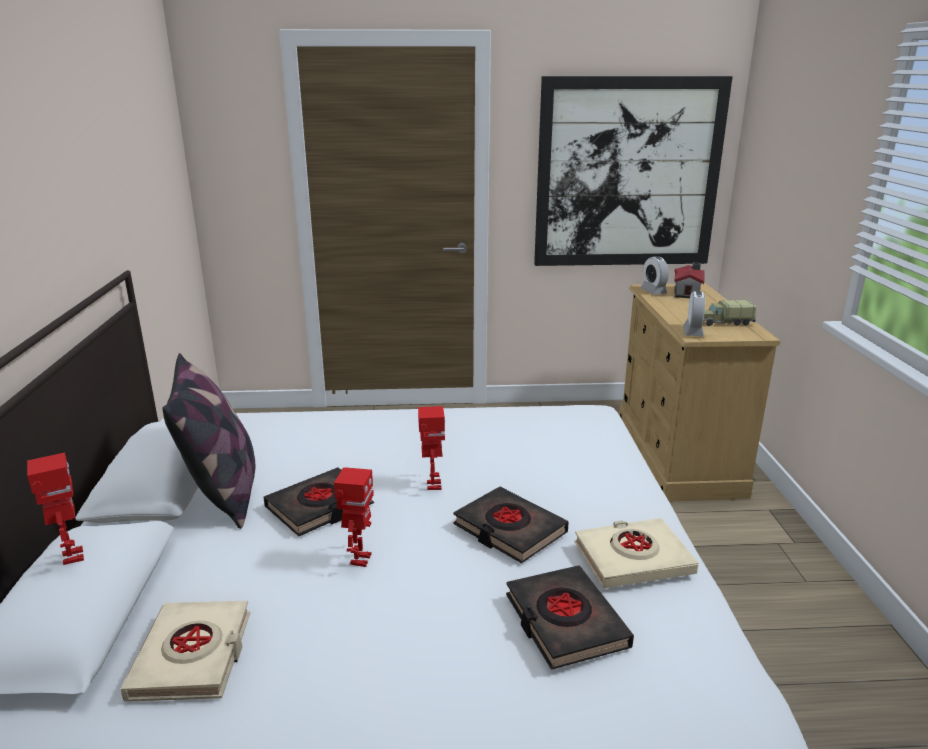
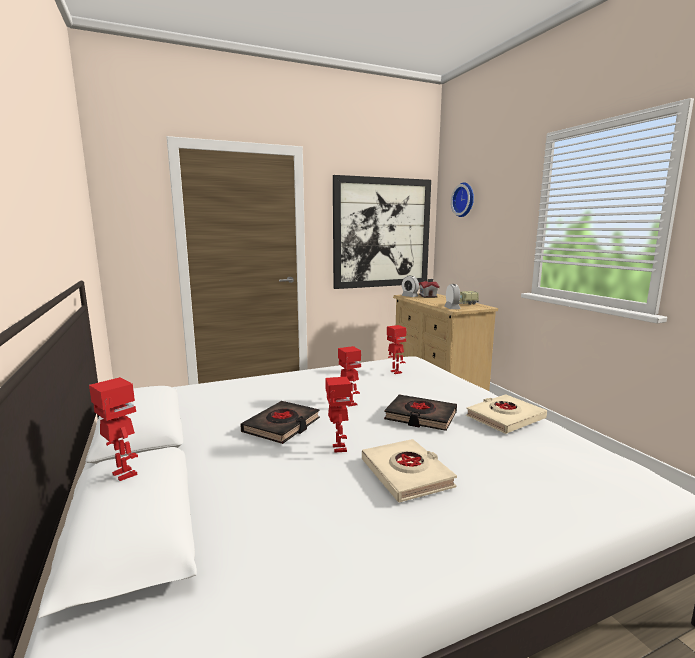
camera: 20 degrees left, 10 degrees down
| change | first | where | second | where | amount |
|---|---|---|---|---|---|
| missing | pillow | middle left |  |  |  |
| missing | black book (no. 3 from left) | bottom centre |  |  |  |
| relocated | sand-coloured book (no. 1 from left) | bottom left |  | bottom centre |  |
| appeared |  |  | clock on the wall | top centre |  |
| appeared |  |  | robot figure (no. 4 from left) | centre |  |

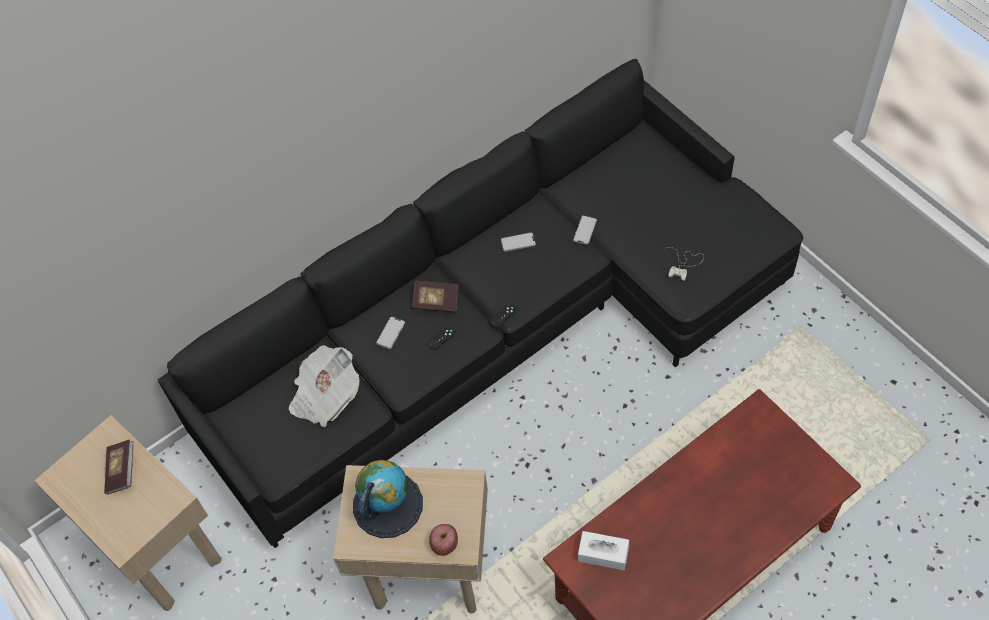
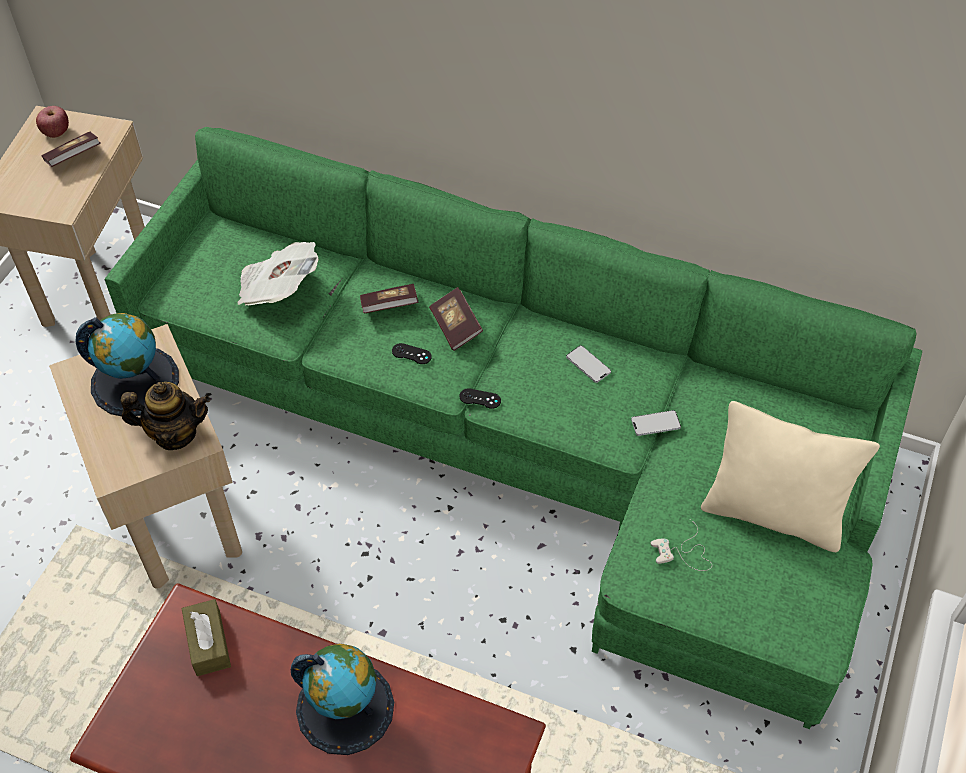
camera: 55 degrees right, 5 degrees down
| change | first | where | second | where | amount |
|---|---|---|---|---|---|
| colour | black couch | centre | greenish couch | centre |  |
| exchanged | telephone (no. 1 from left) | centre | book (no. 2 from left) | centre |  |
| relocated | apple | bottom centre |  | top left |  |
| colour | whitish tissue box | bottom centre | brownish tissue box | bottom left |  |
| appeared |  |  | pot for tea | middle left |  |
| appeared |  |  | sand-coloured pillow | middle right |  |
| appeared |  |  | desk globe (no. 2 from left) | bottom centre |  |

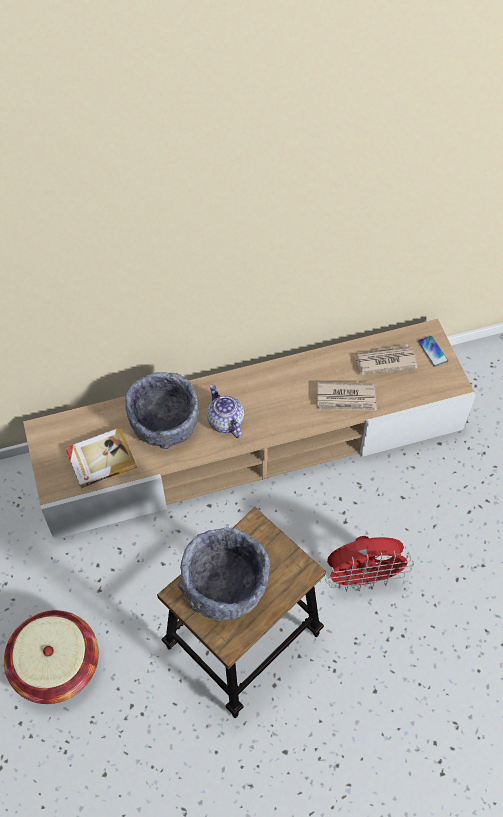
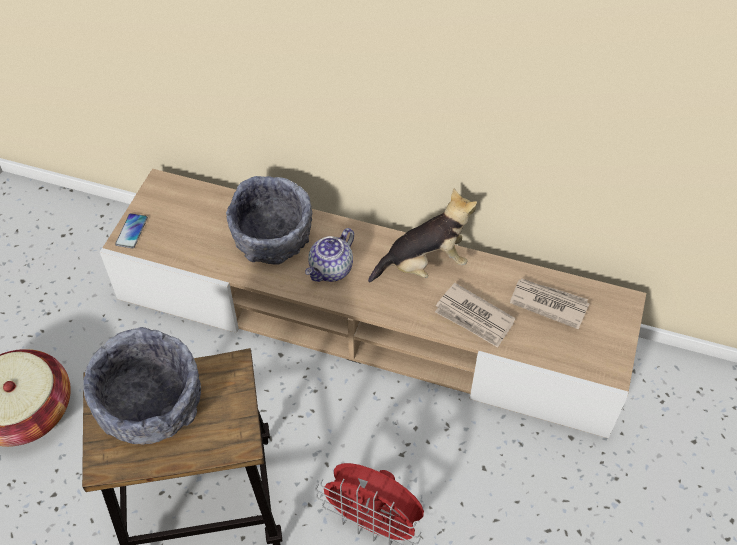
camera: 35 degrees right, 5 degrees down
| change | first | where | second | where | amount |
|---|---|---|---|---|---|
| relocated | telephone | middle right |  | middle left |  |
| spun | pot for tea | centre |  | centre | 150 degrees counterclockwise |
| missing | book | middle left |  |  |  |
| appeared |  |  | cuddly toy | centre |  |

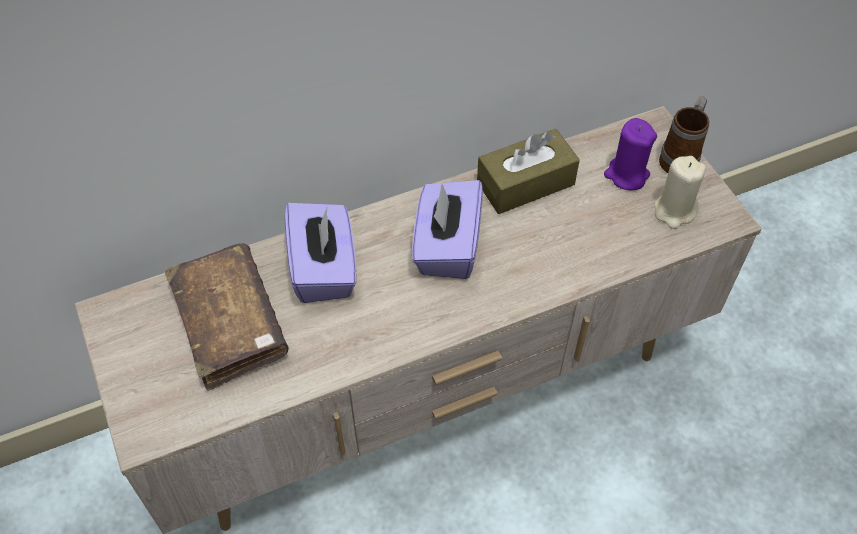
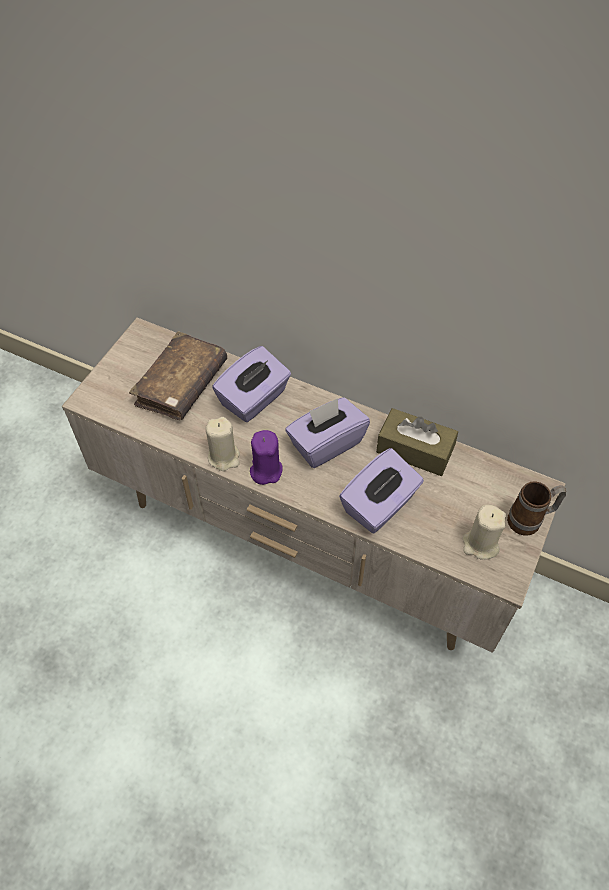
camera: 50 degrees right, 0 degrees up
| change | first | where | second | where | amount |
|---|---|---|---|---|---|
| relocated | purple wax light | top right |  | centre |  |
| appeared |  |  | sand-coloured wax light (no. 1 from left) | centre |  |
| appeared |  |  | purple tissue box (no. 3 from left) | centre |  |

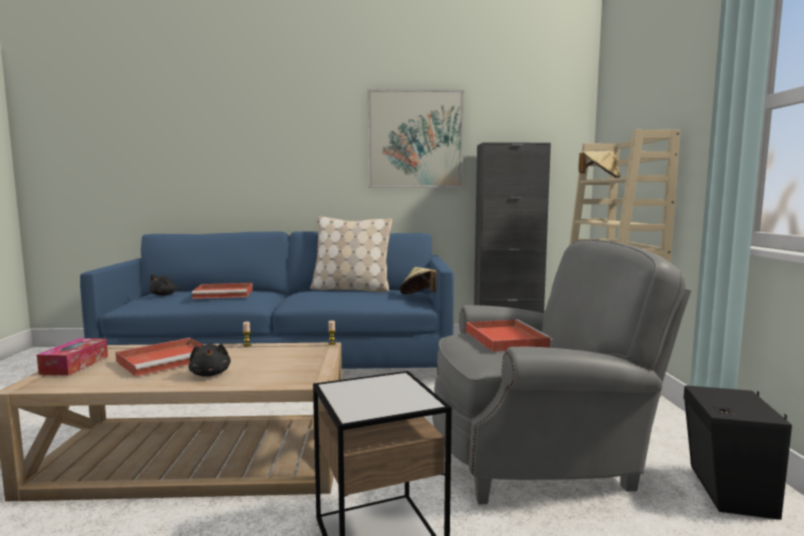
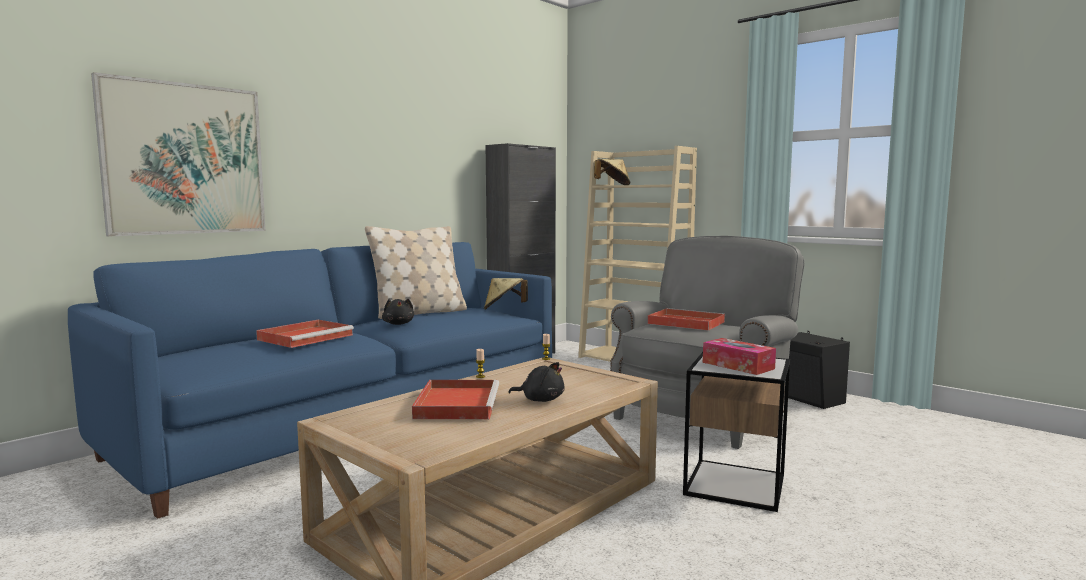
camera: 45 degrees left, 0 degrees up
| change | first | where | second | where | amount |
|---|---|---|---|---|---|
| relocated | picture | top centre |  | top left |  |
| relocated | black cuddly toy (no. 1 from left) | middle left |  | centre |  |
| relocated | tissue box | middle left |  | middle right |  |

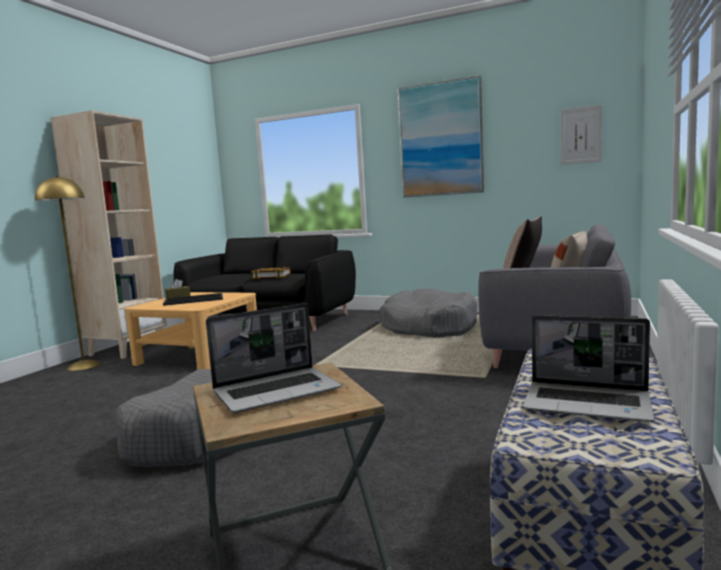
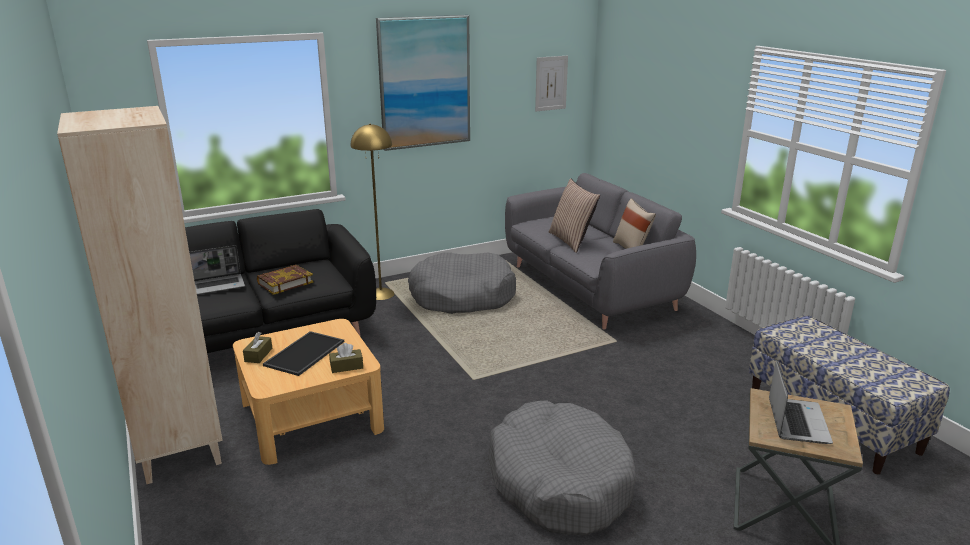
camera: 50 degrees left, 15 degrees up
| change | first | where | second | where | amount |
|---|---|---|---|---|---|
| relocated | yellowish standing lamp | middle left |  | centre |  |
| relocated | laptop (no. 2 from left in the first image) | middle right | laptop (no. 1 from left) | middle left |  |
| appeared |  |  | brownish tissue box (no. 2 from left) | centre |  |

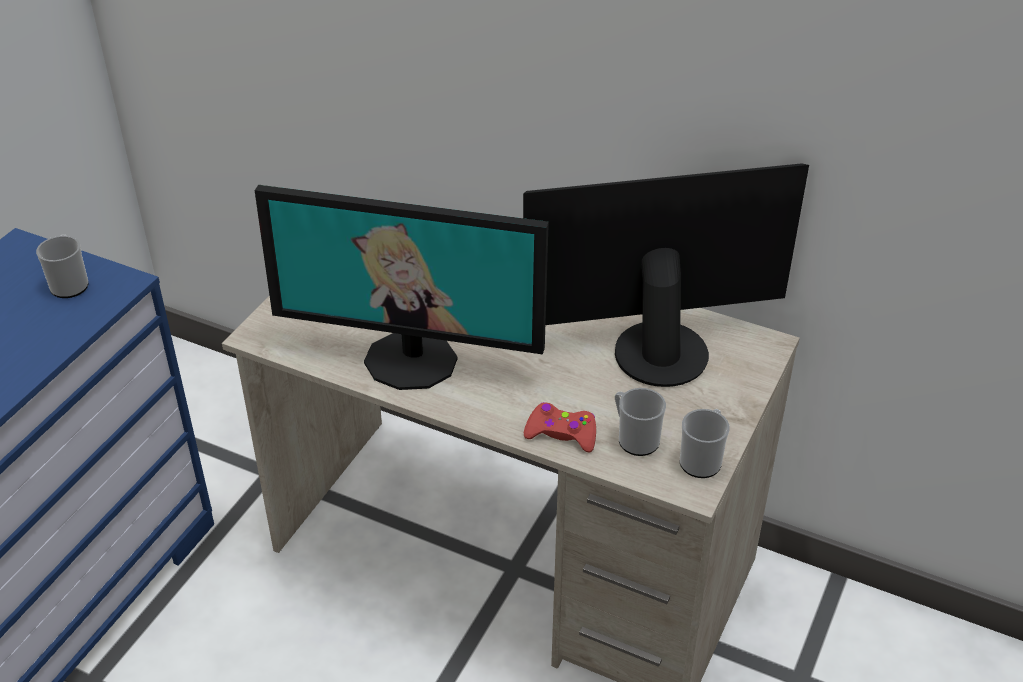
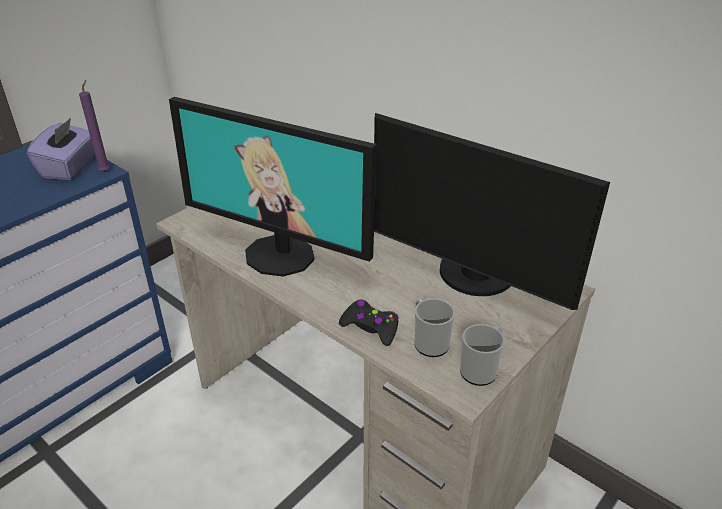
camera: 15 degrees right, 5 degrees down
| change | first | where | second | where | amount |
|---|---|---|---|---|---|
| spun | computer screen (no. 2 from left) | centre |  | middle right | 150 degrees counterclockwise |
| exchanged | coffee mug (no. 1 from left) | middle left | purple tissue box | top left |  |
| colour | reddish gamepad | centre | black gamepad | centre |  |
| appeared |  |  | purple wax light | top left |  |

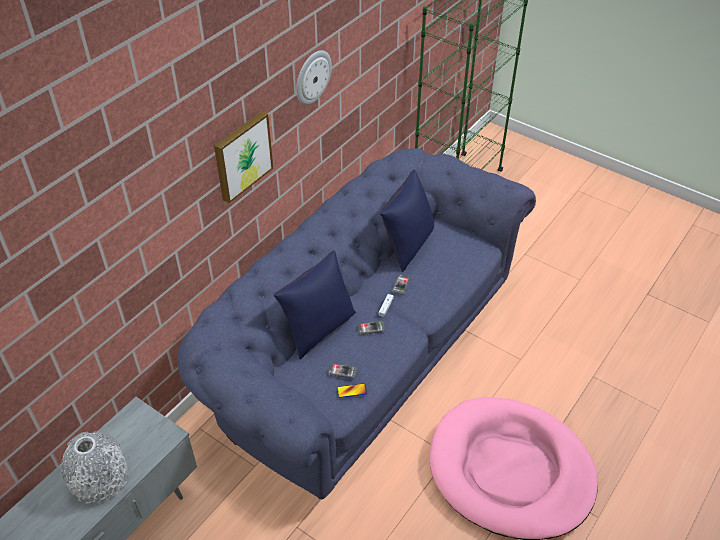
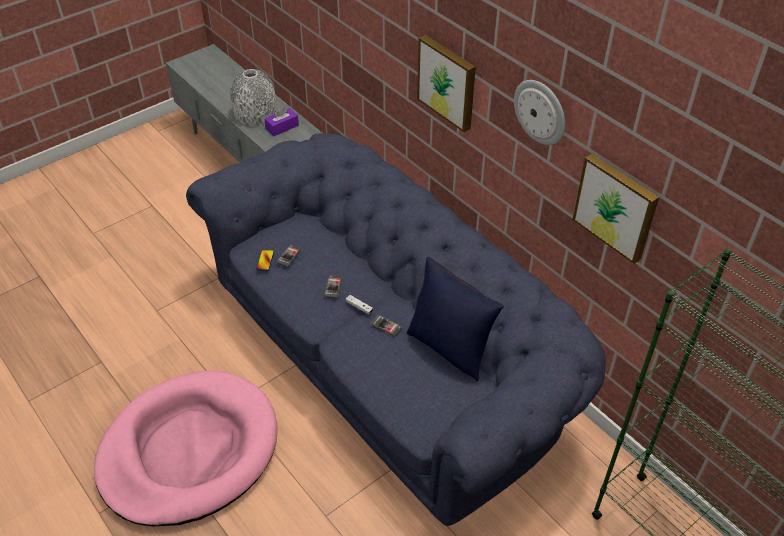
camera: 105 degrees right, 0 degrees up
| change | first | where | second | where | amount |
|---|---|---|---|---|---|
| missing | blue pillow (no. 1 from left) | centre |  |  |  |
| appeared |  |  | purple tissue box | top centre |  |
| appeared |  |  | picture (no. 2 from left) | middle right |  |

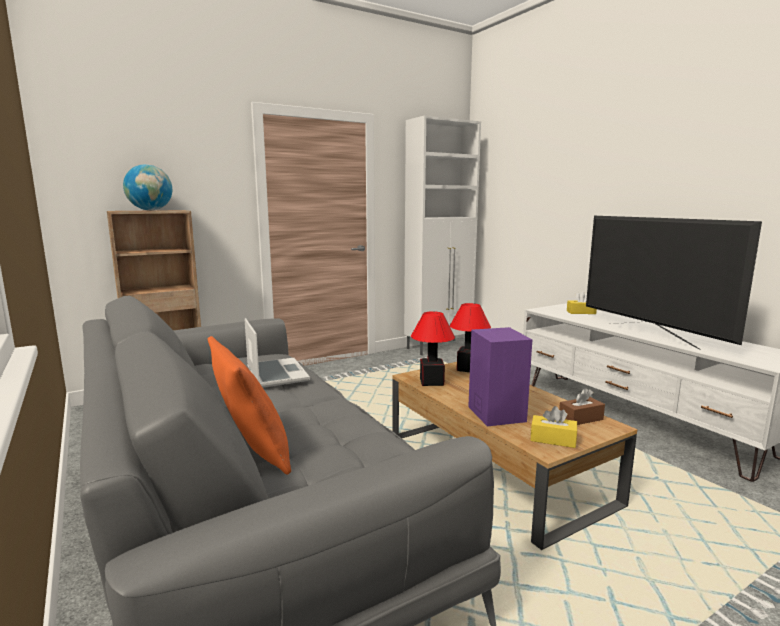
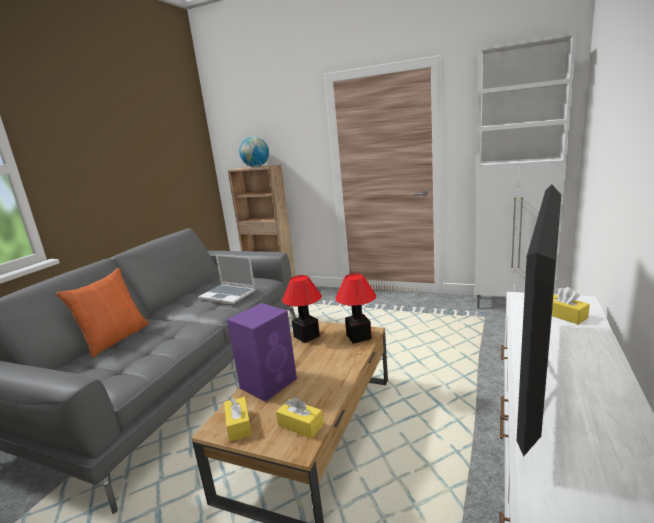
camera: 55 degrees right, 5 degrees up
| change | first | where | second | where | amount |
|---|---|---|---|---|---|
| spun | laptop | centre |  | centre | 90 degrees clockwise |
| colour | brownish tissue box | middle right | yellowish tissue box (no. 2 from left) | bottom centre |  |

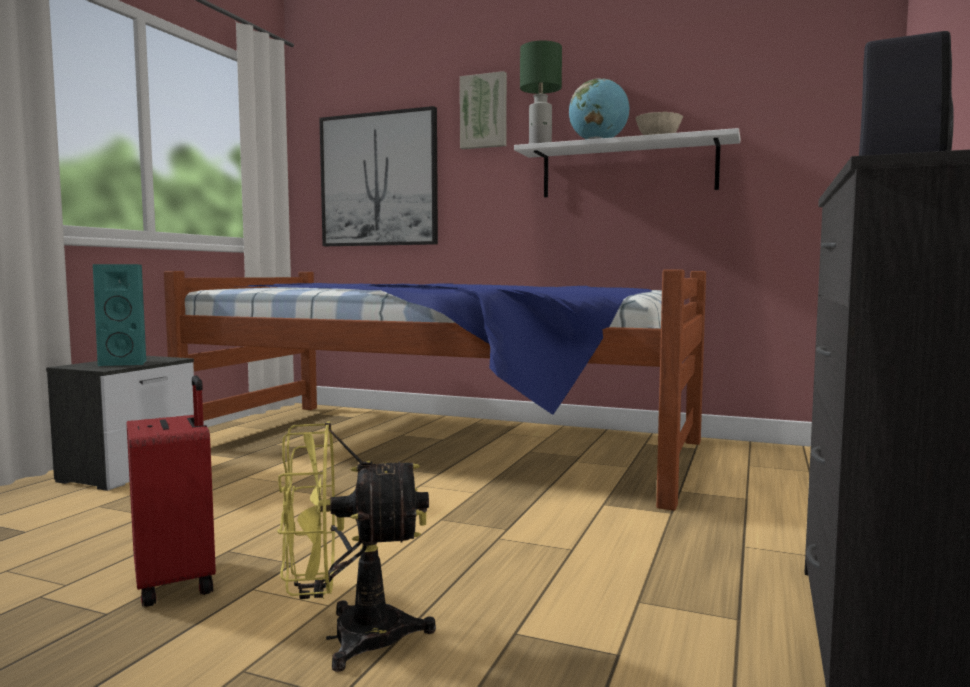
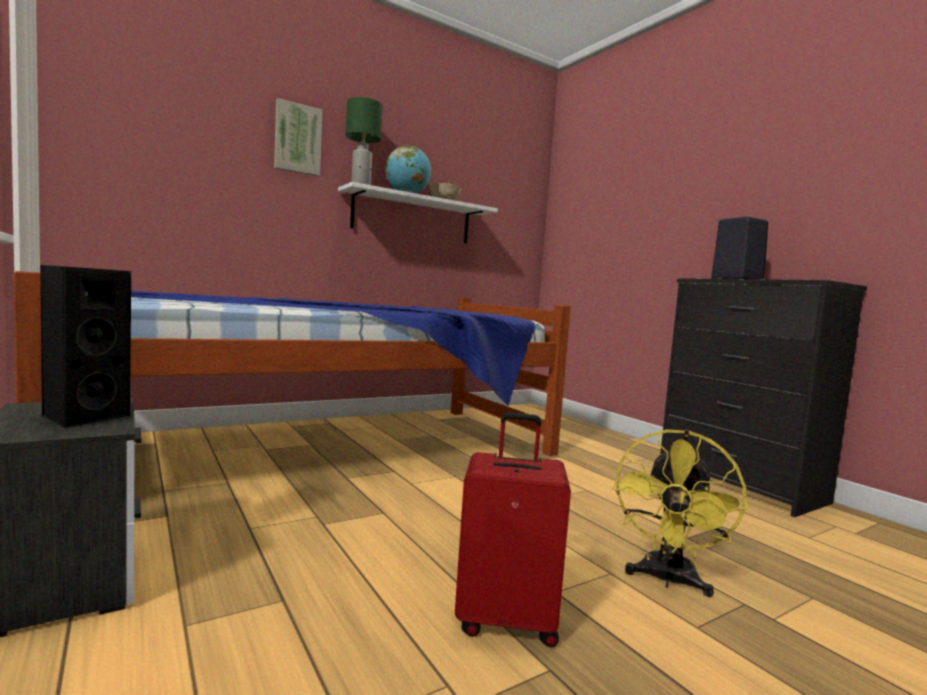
camera: 55 degrees left, 0 degrees up
| change | first | where | second | where | amount |
|---|---|---|---|---|---|
| missing | picture (no. 1 from left) | top centre |  |  |  |
| colour | blue-green loudspeaker | middle left | black loudspeaker (no. 1 from left) | middle left |  |

